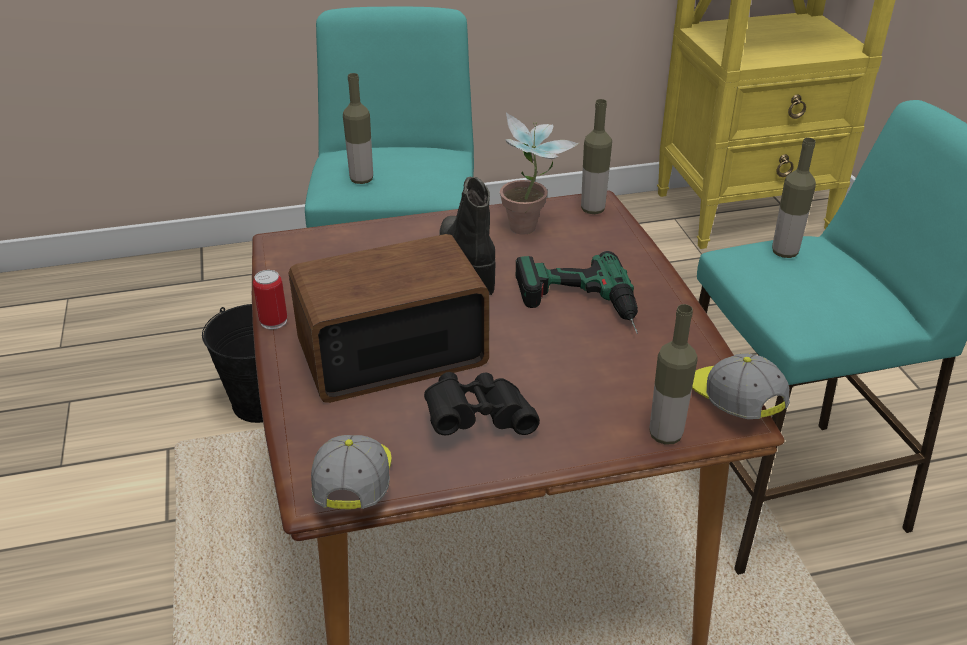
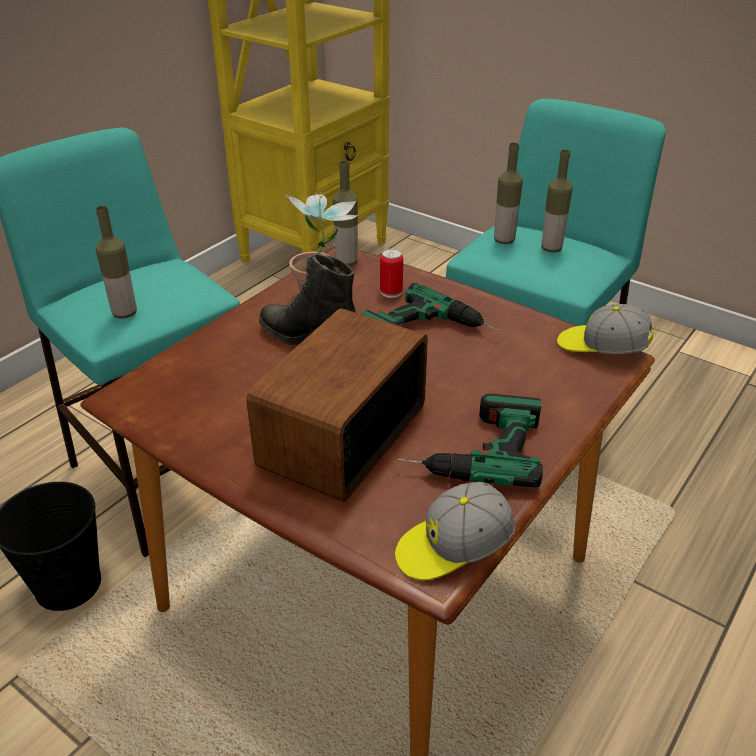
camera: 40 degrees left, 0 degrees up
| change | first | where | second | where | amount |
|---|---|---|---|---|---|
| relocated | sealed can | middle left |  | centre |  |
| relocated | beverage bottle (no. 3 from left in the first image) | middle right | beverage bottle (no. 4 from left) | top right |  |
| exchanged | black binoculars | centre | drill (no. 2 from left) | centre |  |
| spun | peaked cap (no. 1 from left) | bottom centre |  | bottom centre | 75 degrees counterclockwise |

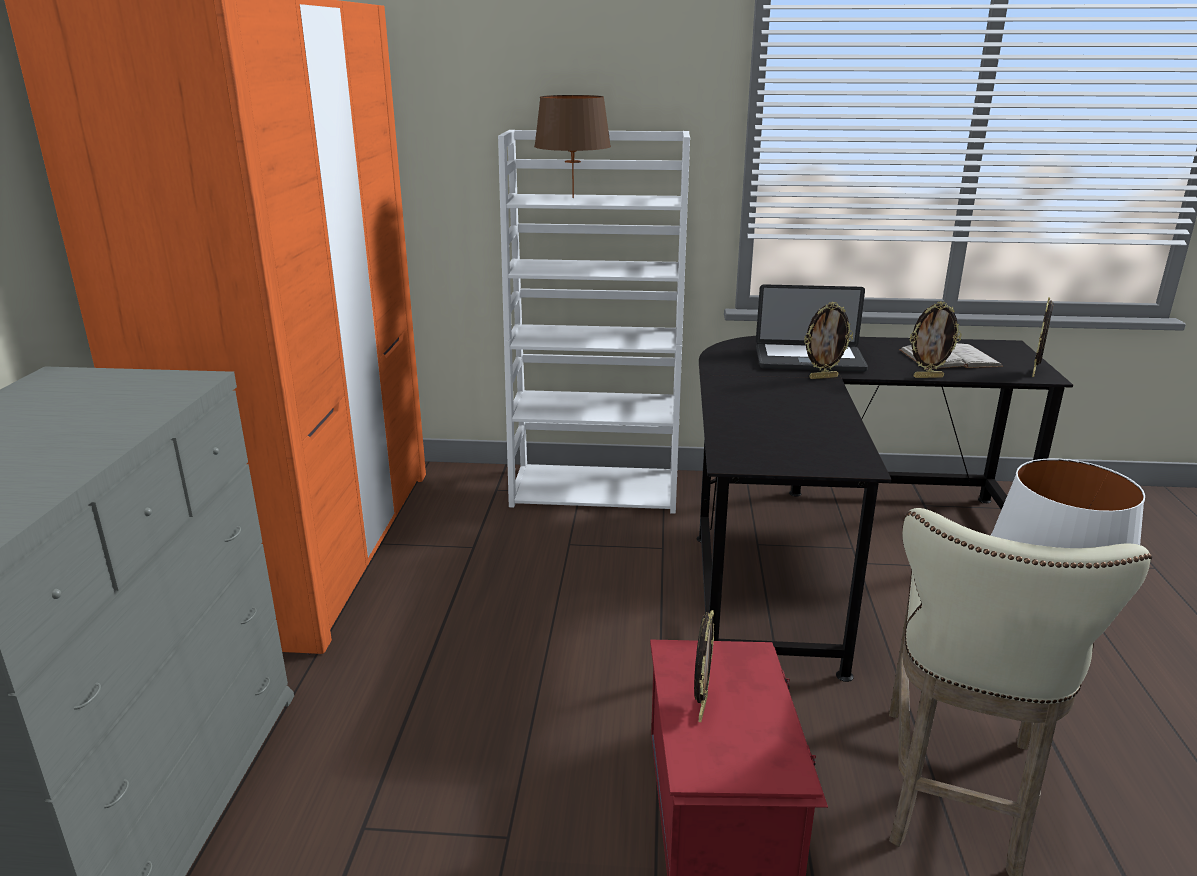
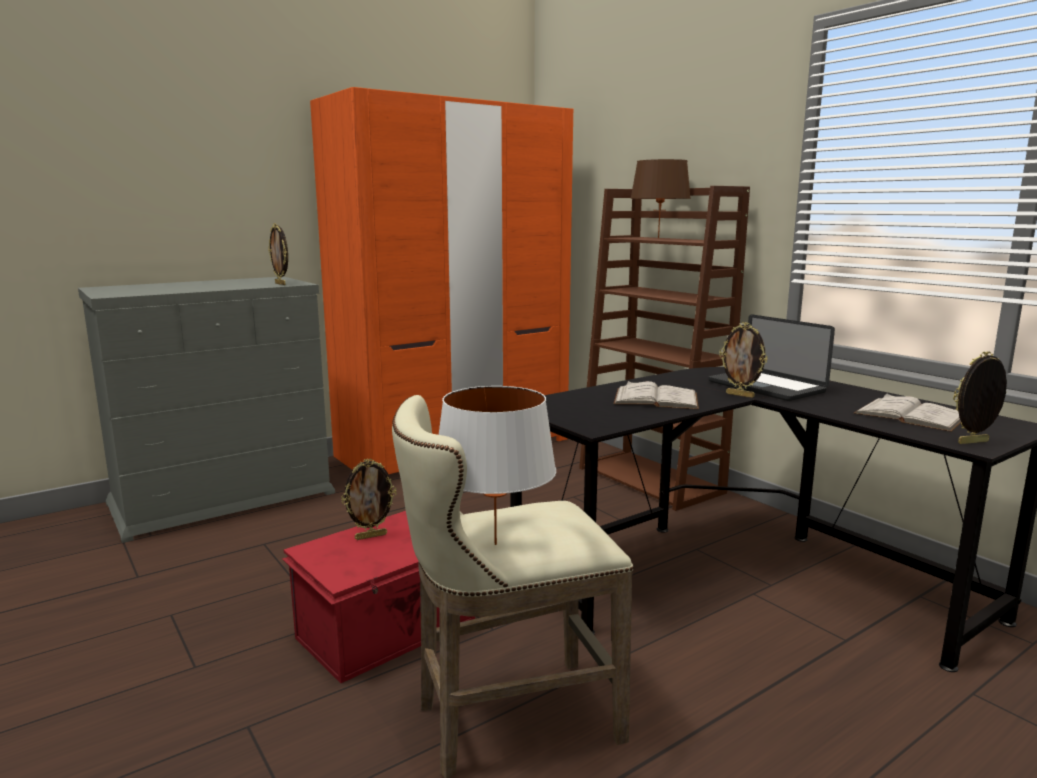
camera: 50 degrees right, 10 degrees down
| change | first | where | second | where | amount |
|---|---|---|---|---|---|
| colour | whitish bookshelf | centre | brownish bookshelf | centre |  |
| relocated | picture frame (no. 3 from left in the first image) | middle right | picture frame (no. 1 from left) | top left |  |
| appeared |  |  | whitish book (no. 1 from left) | centre |  |

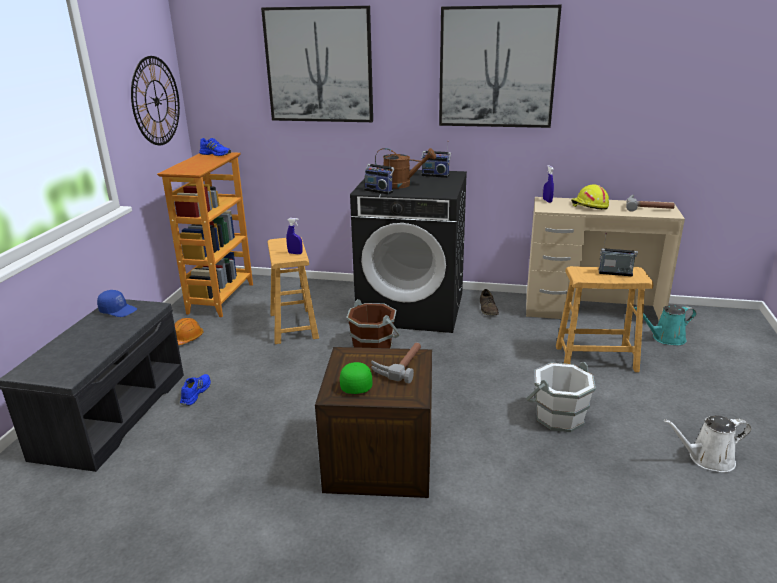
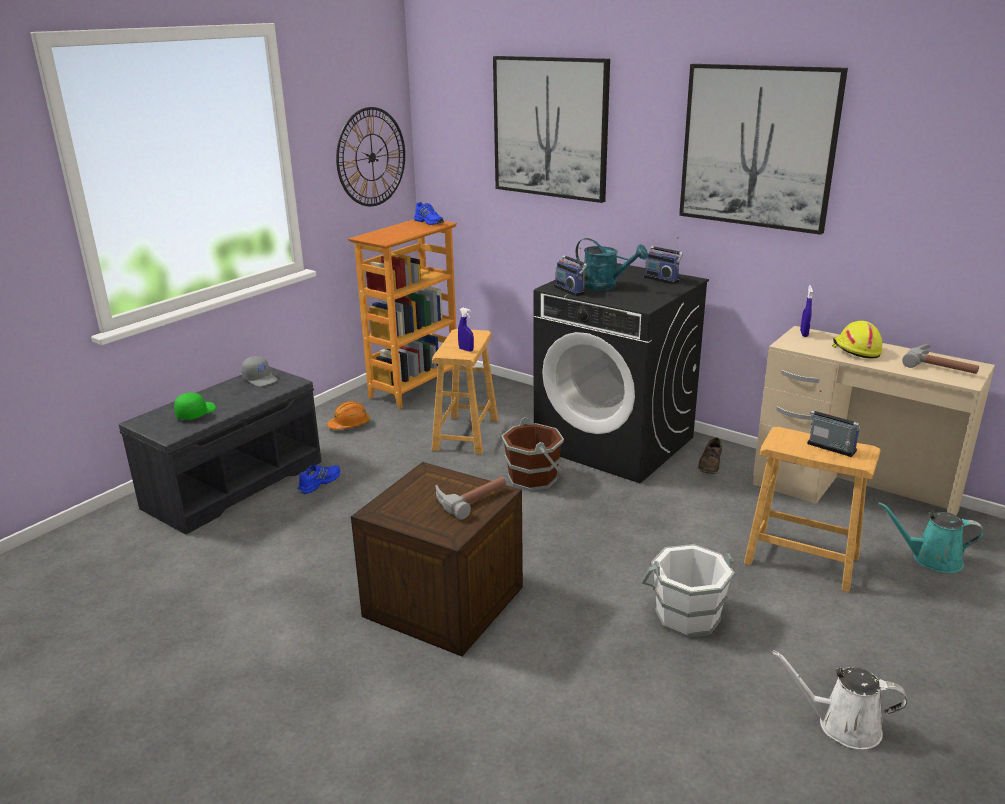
camera: 25 degrees right, 0 degrees up
| change | first | where | second | where | amount |
|---|---|---|---|---|---|
| colour | brownish watering can | top centre | blue-green watering can (no. 1 from left) | top centre |  |
| colour | blue peaked cap | middle left | greyish peaked cap | middle left |  |
| relocated | greenish peaked cap | centre |  | middle left |  |

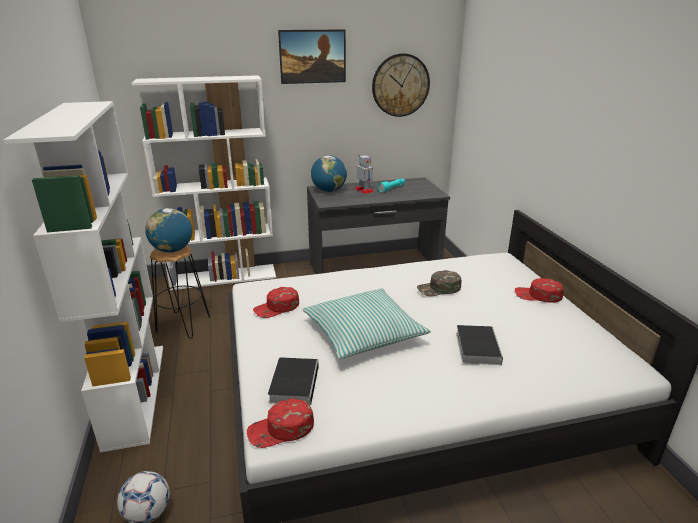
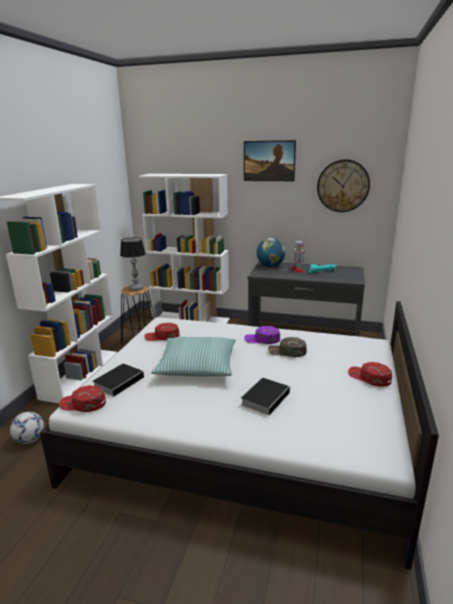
camera: 30 degrees right, 5 degrees down
| change | first | where | second | where | amount |
|---|---|---|---|---|---|
| exchanged | desk globe (no. 1 from left) | middle left | tabletop lamp | middle left |  |
| appeared |  |  | purple peaked cap | centre |  |

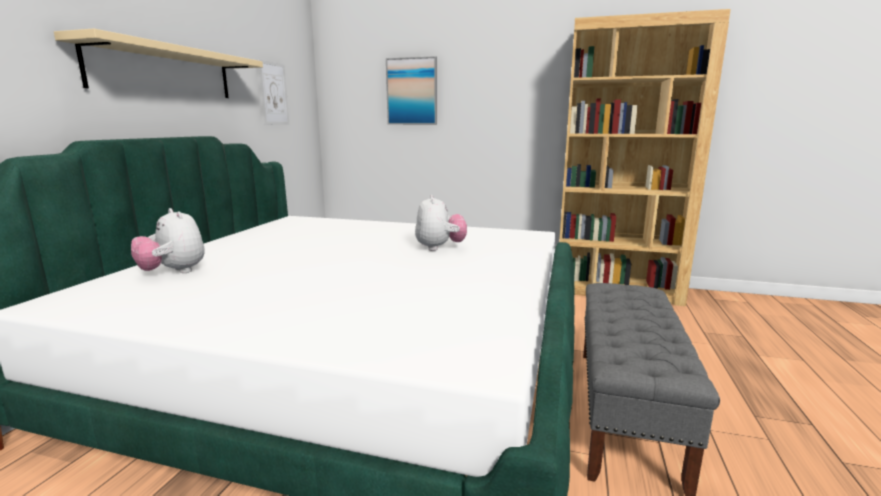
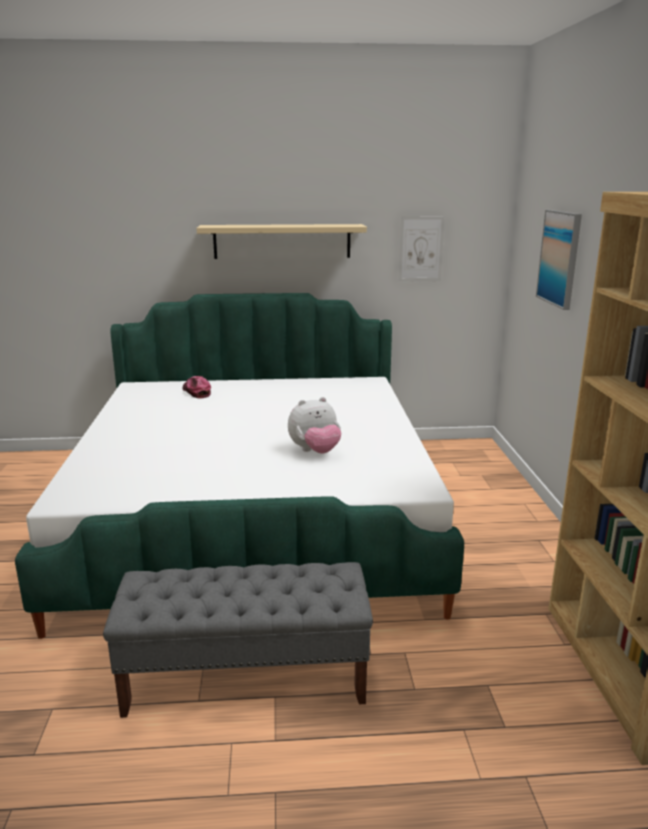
camera: 70 degrees right, 5 degrees up
| change | first | where | second | where | amount |
|---|---|---|---|---|---|
| exchanged | cuddly toy (no. 1 from left) | middle left | peaked cap | middle left |  |

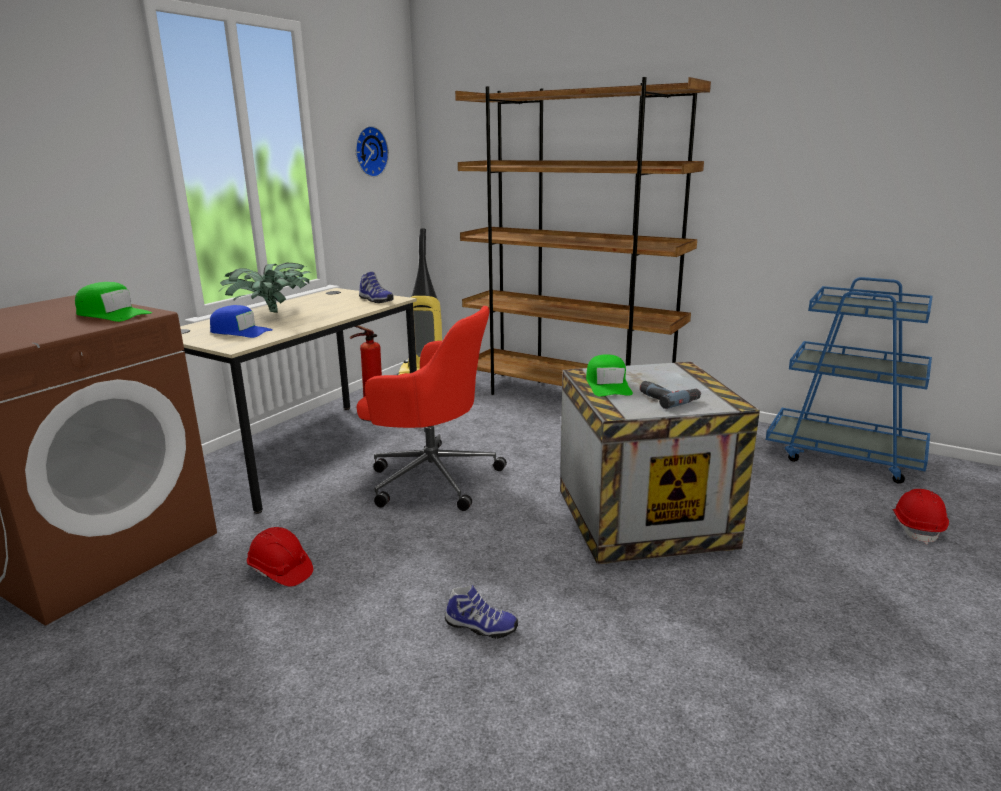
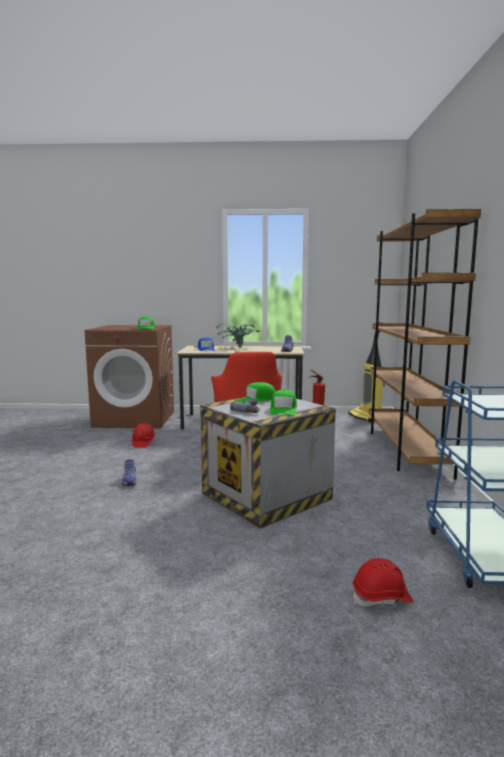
camera: 60 degrees right, 10 degrees down
| change | first | where | second | where | amount |
|---|---|---|---|---|---|
| missing | clock on the wall | top centre |  |  |  |
| appeared |  |  | greenish peaked cap (no. 3 from left) | centre |  |

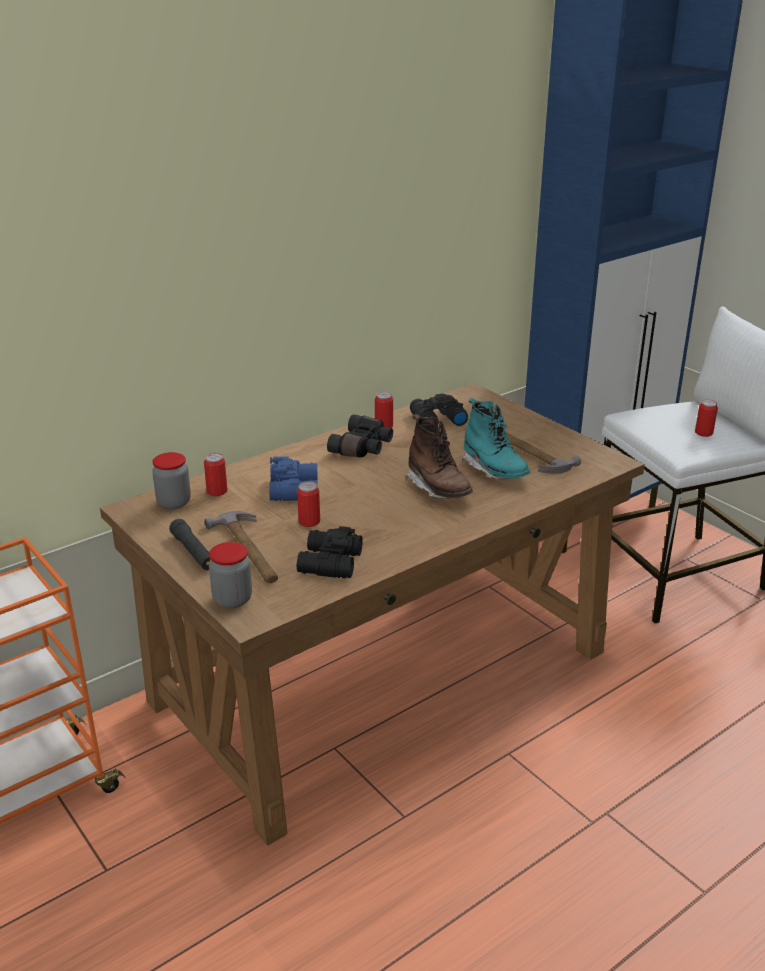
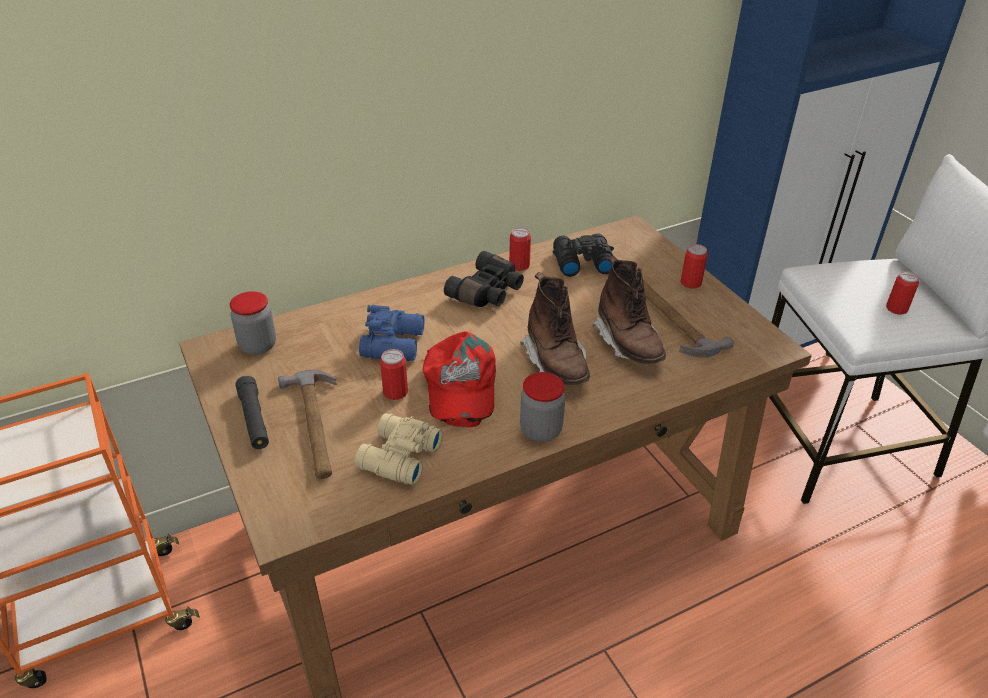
camera: 10 degrees right, 10 degrees up
| change | first | where | second | where | amount |
|---|---|---|---|---|---|
| colour | blue-green high-top boot | centre | brownish high-top boot (no. 2 from left) | centre |  |
| relocated | sealed can (no. 1 from left in the first image) | middle left | sealed can (no. 3 from left) | middle right |  |
| colour | black binoculars (no. 1 from left) | centre | sand-coloured binoculars | centre |  |
| relocated | jar (no. 2 from left) | middle left |  | centre |  |
| appeared |  |  | reddish peaked cap | centre |  |

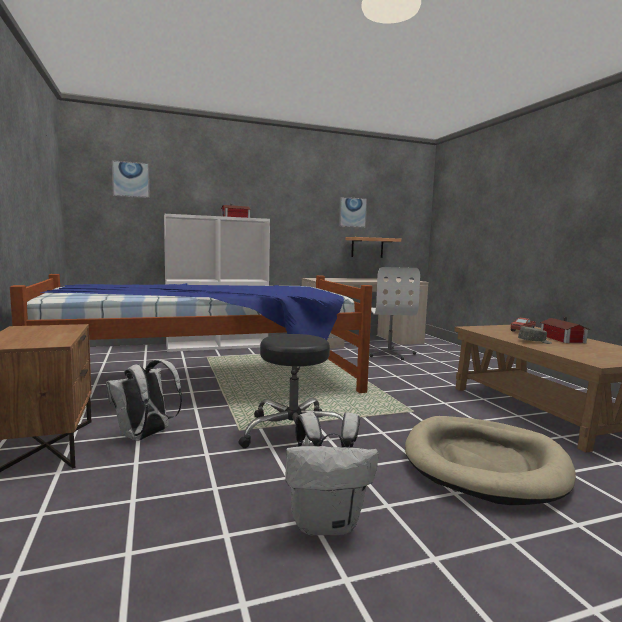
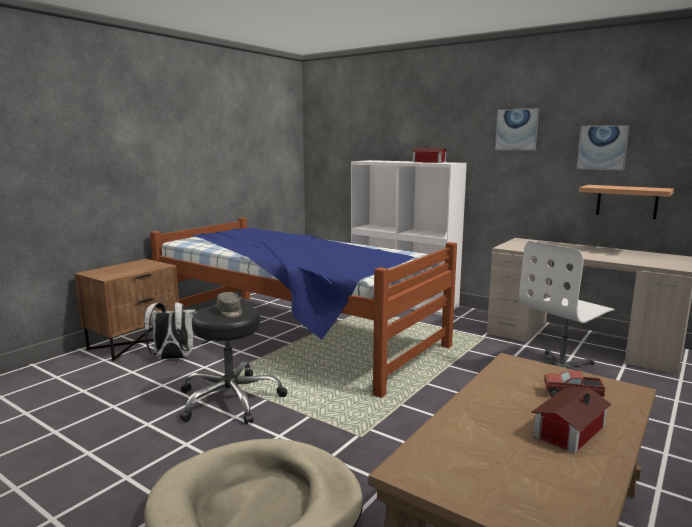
camera: 55 degrees right, 5 degrees up
| change | first | where | second | where | amount |
|---|---|---|---|---|---|
| relocated | picture (no. 1 from left) | top left |  | top right |  |
| relocated | greyish peaked cap | middle right |  | middle left |  |
| missing | whitish knapsack (no. 2 from left) | bottom centre |  |  |  |

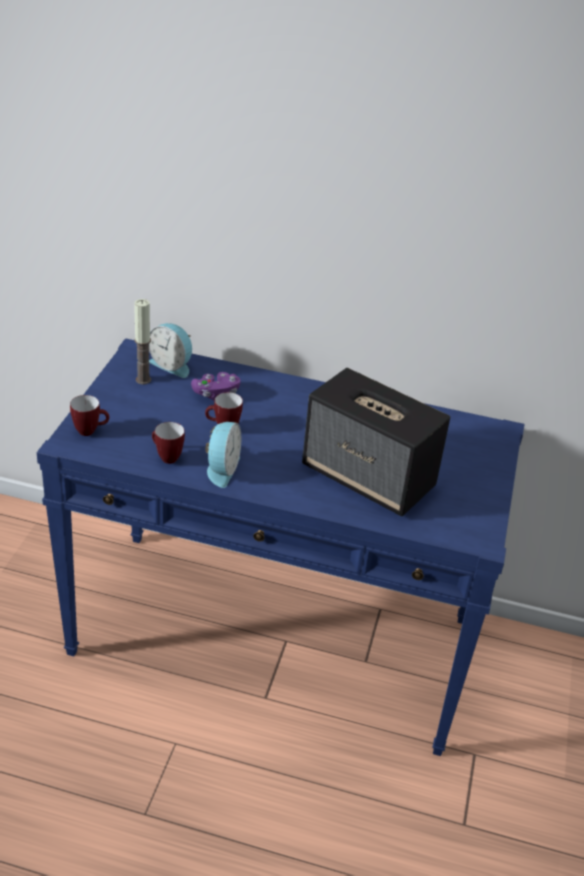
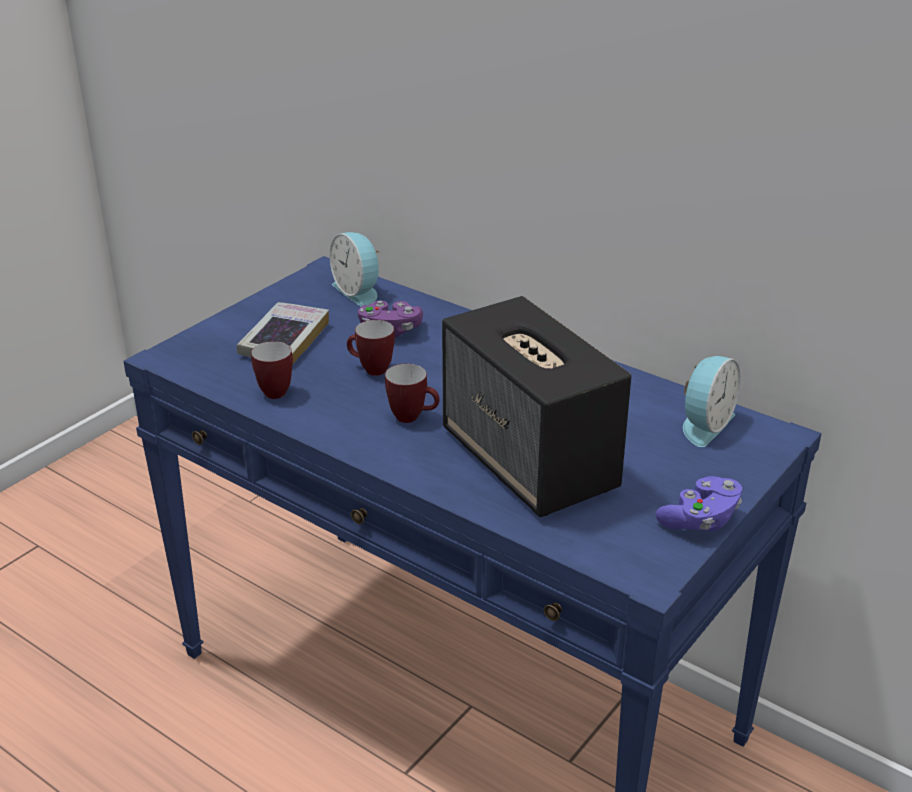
camera: 25 degrees right, 5 degrees down
| change | first | where | second | where | amount |
|---|---|---|---|---|---|
| missing | wax light | middle left |  |  |  |
| relocated | coffee mug (no. 1 from left in the first image) | middle left | coffee mug (no. 3 from left) | centre |  |
| relocated | table clock (no. 2 from left) | centre |  | middle right |  |
| appeared |  |  | book | middle left |  |
| appeared |  |  | purple gamepad (no. 2 from left) | middle right |  |

